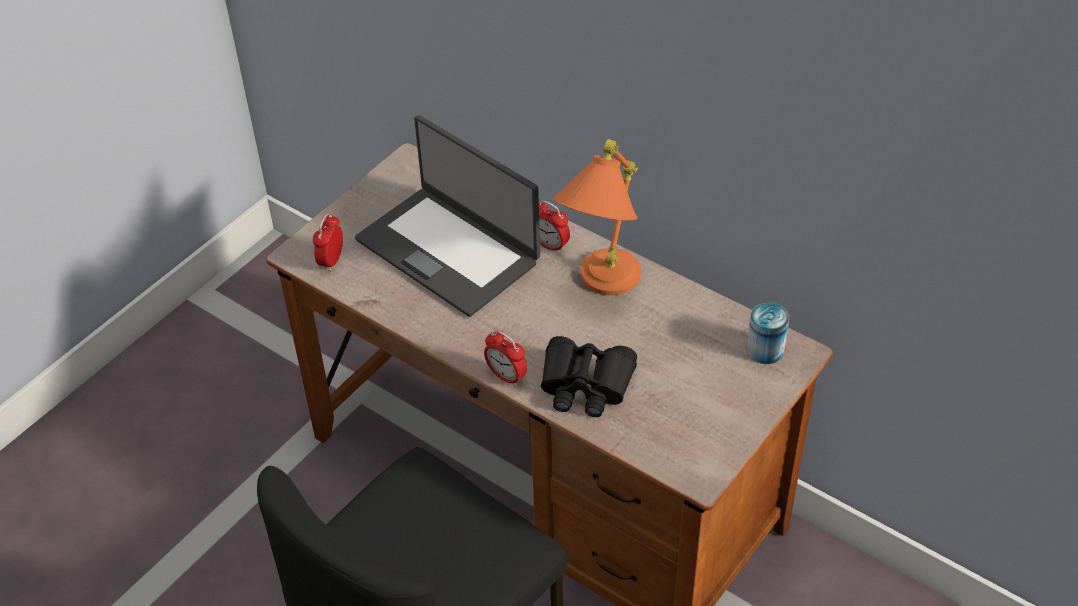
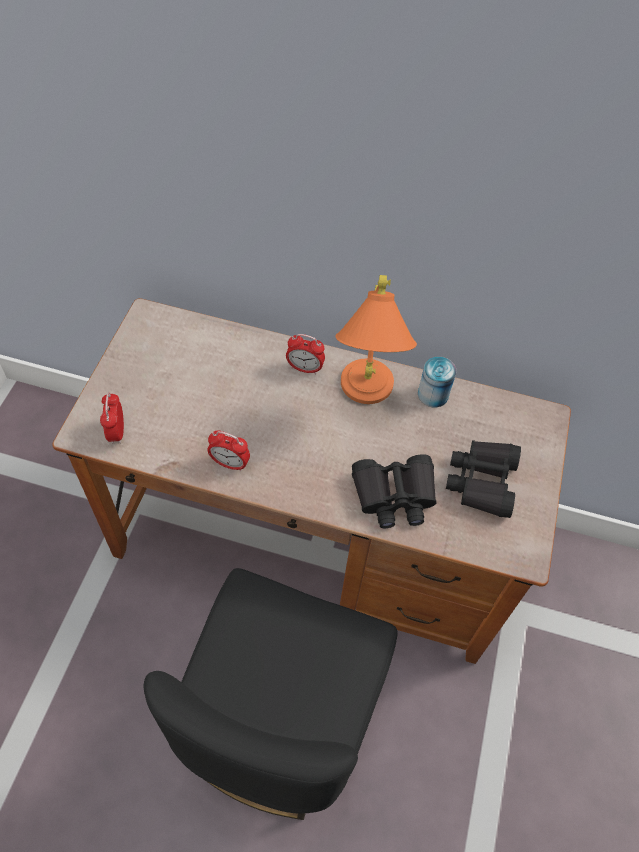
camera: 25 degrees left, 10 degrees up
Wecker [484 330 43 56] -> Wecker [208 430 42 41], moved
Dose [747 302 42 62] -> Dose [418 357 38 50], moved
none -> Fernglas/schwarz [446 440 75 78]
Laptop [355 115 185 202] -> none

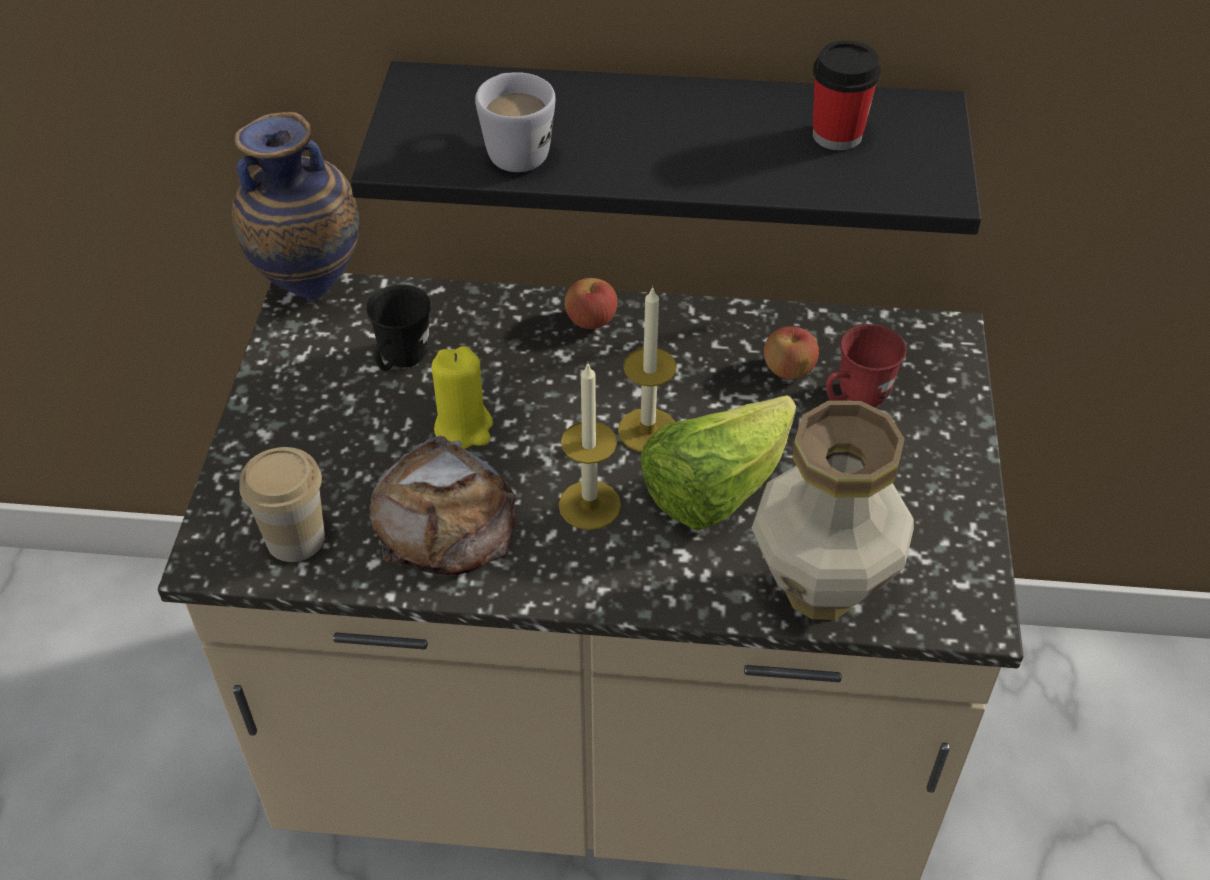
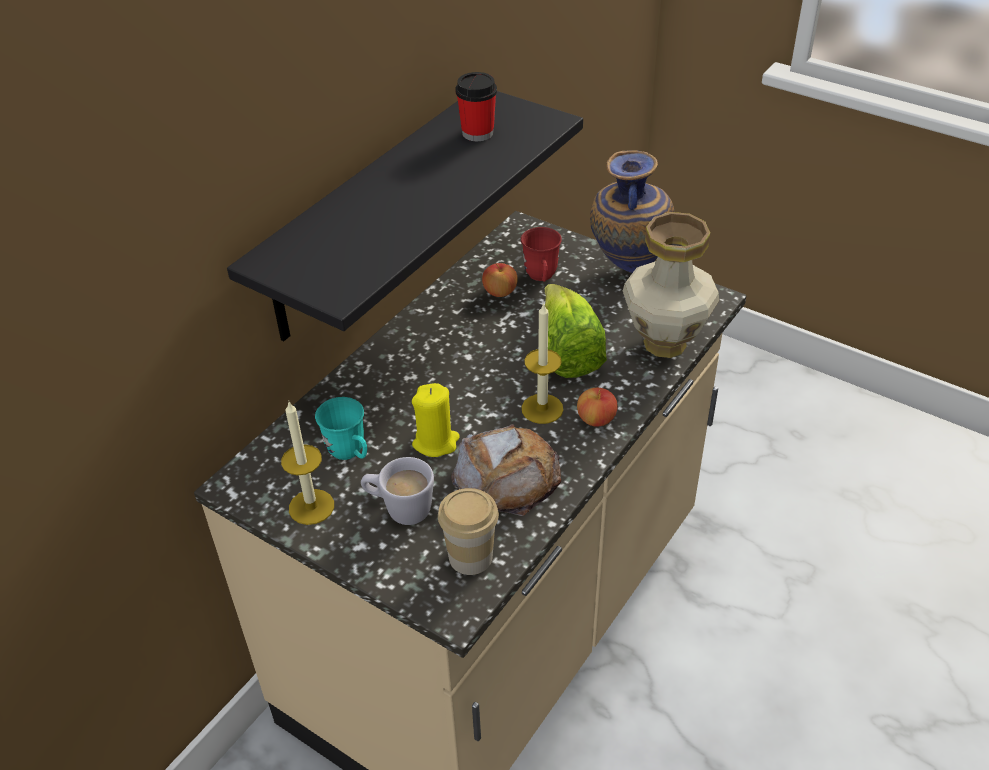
camera: 60 degrees left, 5 degrees down
Kerze [618 286 59 166] -> Kerze [281 400 53 125], moved
Henkelbecher/schwarz [366 285 65 86] -> Henkelbecher/türkis [315 397 52 63]
Henkelbecher/weiß [475 72 81 100] -> Henkelbecher/weiß [361 457 73 68], moved
Apfel [565 278 52 51] -> Apfel [577 388 41 39], moved
Vase [232 112 127 189] -> Vase [590 151 84 122], moved

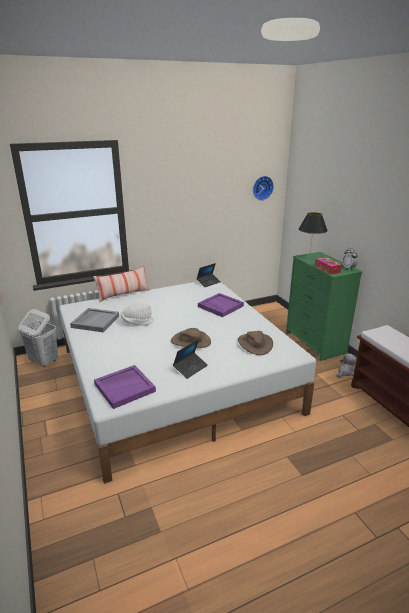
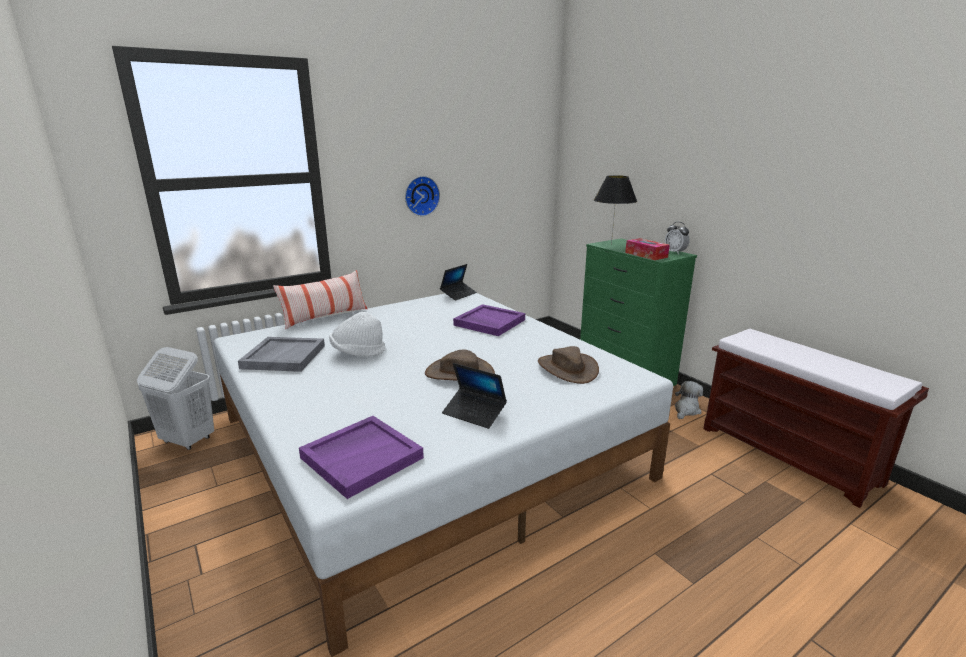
camera: 10 degrees left, 5 degrees down
Wanduhr [253 176 21 25] -> Wanduhr [405 176 35 40], moved
Laptop [173 339 35 40] -> Laptop [442 363 65 66], 90 degrees clockwise

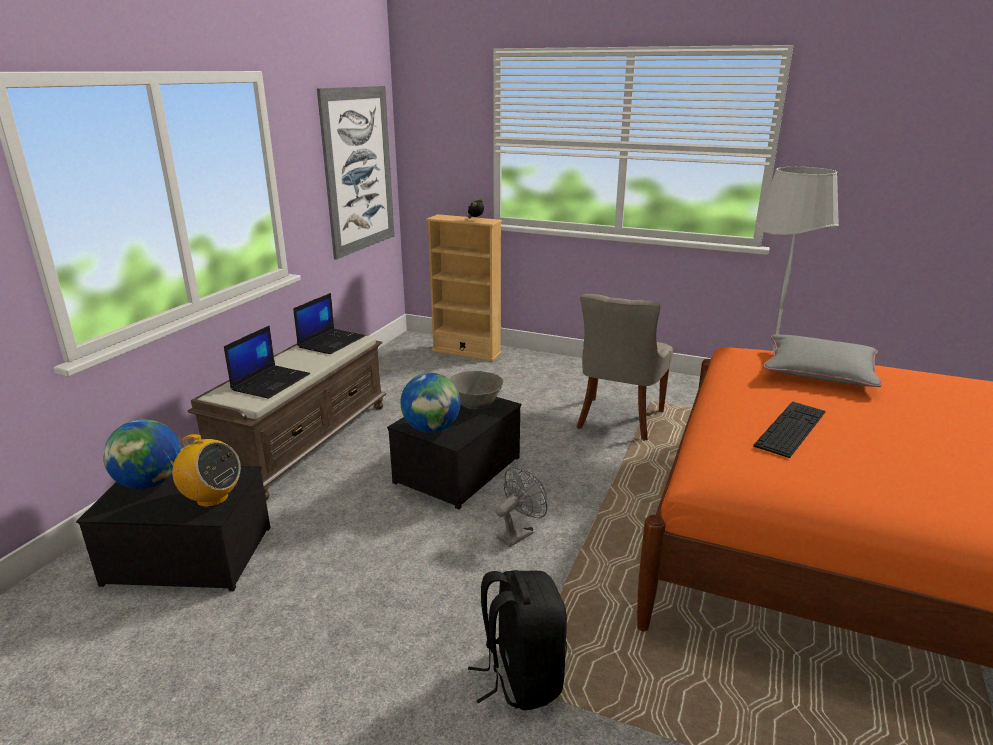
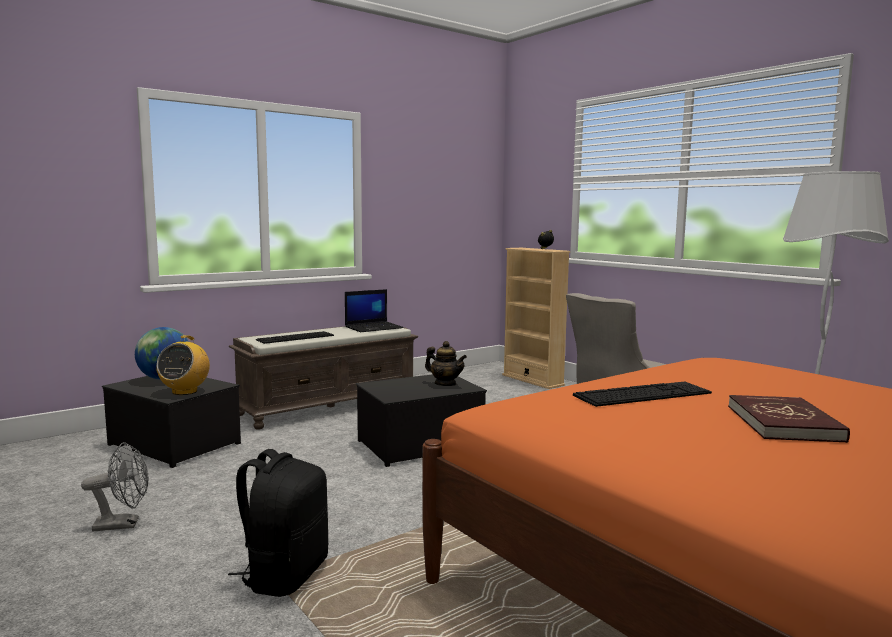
camera: 30 degrees right, 15 degrees down
Ventilator/grau [495 467 52 80] -> Ventilator/grau [81 442 68 89], moved
Radio [163 434 78 73] -> Radio [157 335 53 60], 45 degrees clockwise
Laptop [224 326 86 73] -> Tastatur [256 331 78 13]
Schüssel/grau [450 371 53 38] -> Teekanne [425 341 42 45]
none -> Buch/rot [728 395 122 48]
Bild [317 86 78 174] -> none
Globus [400 373 60 60] -> none
Kissen/grau [763 334 119 53] -> none

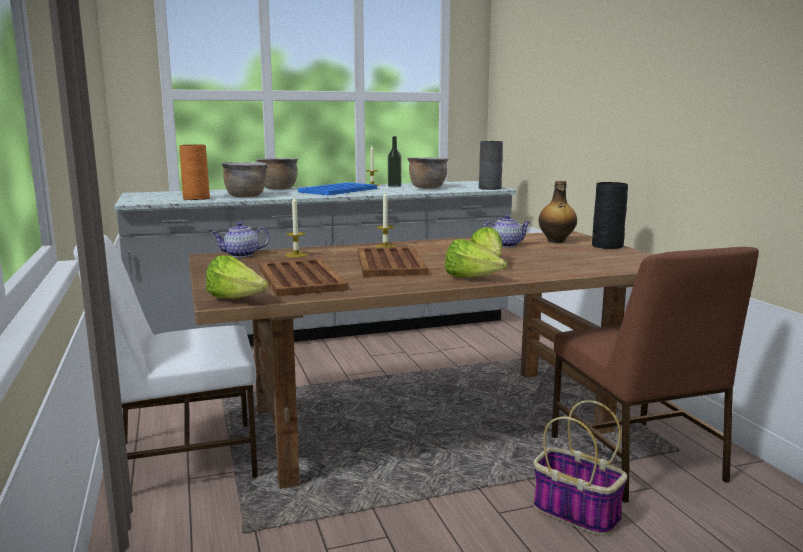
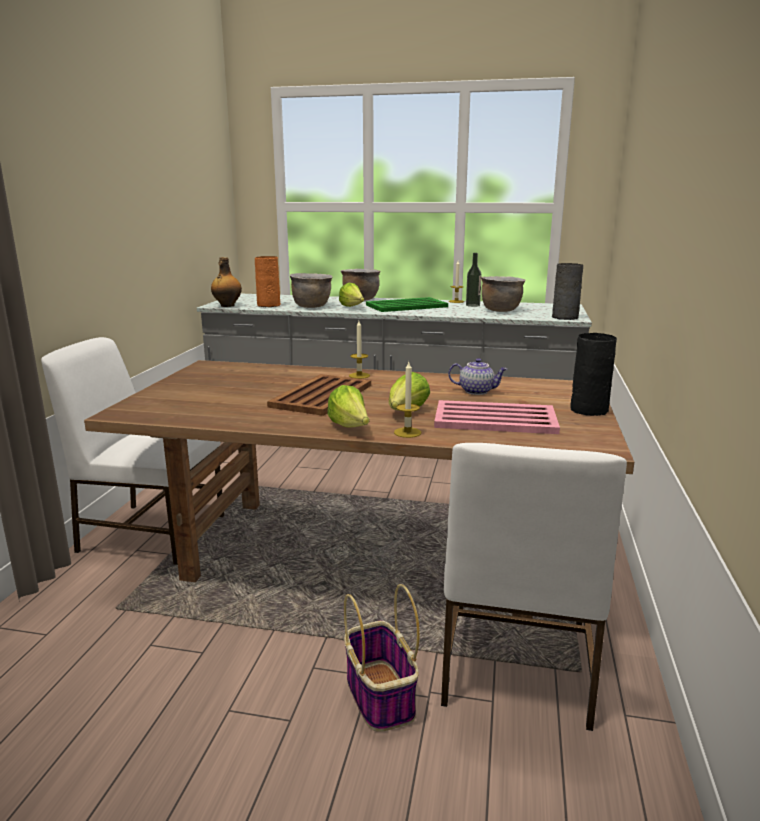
camera: 30 degrees right, 5 degrees up
Flasche [539 181 38 62] -> Flasche [211 257 31 50], moved
Salatkopf [206 255 62 44] -> Salatkopf [339 283 25 24], moved
Tablett/blau [298 182 79 14] -> Tablett/grün [366 297 82 15]
Kerze [285 197 23 61] -> Kerze [394 362 27 76], moved
none -> Tablett/rosa [434 400 126 34]
Stuhl/braun [551 247 208 256] -> Stuhl/weiß [441 443 186 288]
Teekanne [211 222 58 36] -> none
Tablett/braun [259 258 89 38] -> none

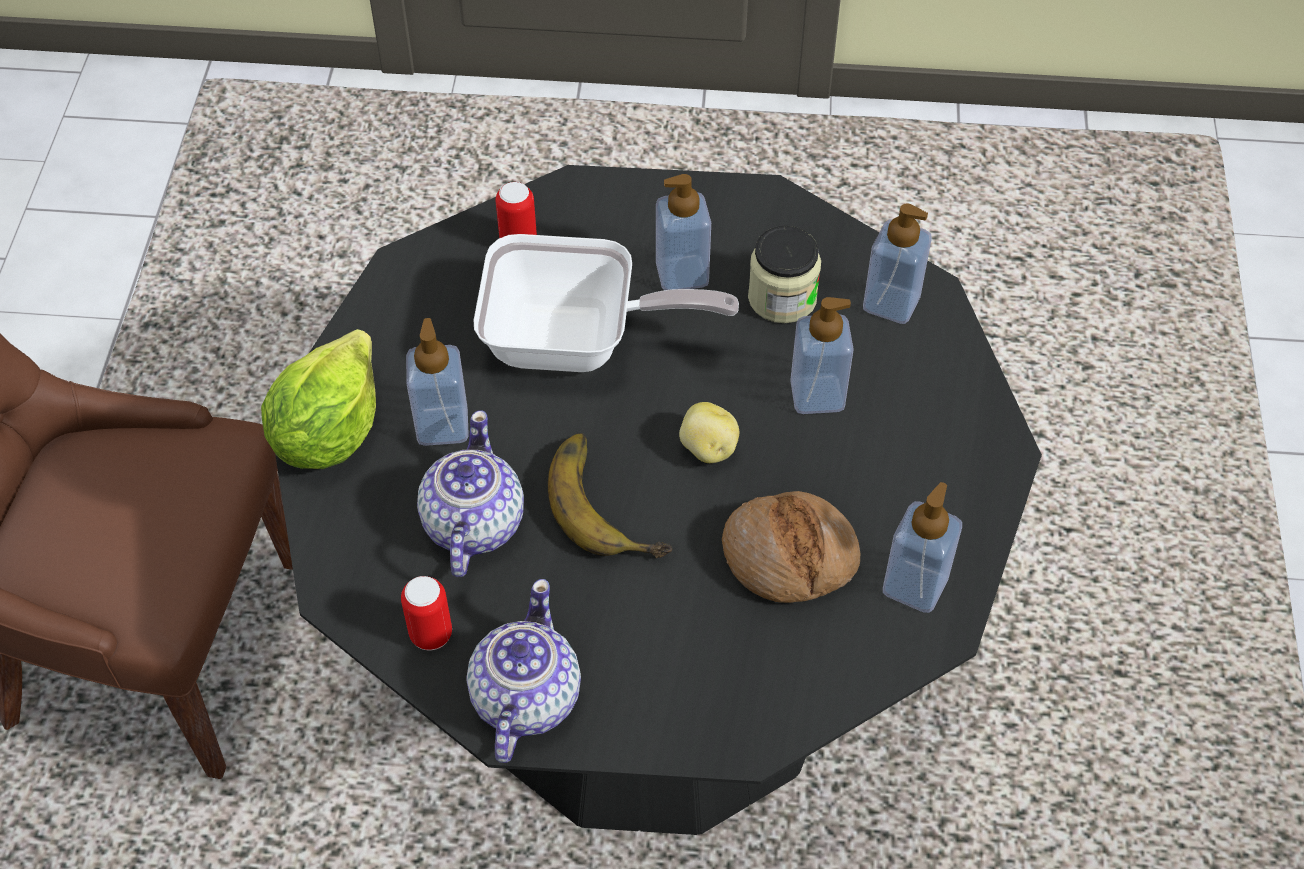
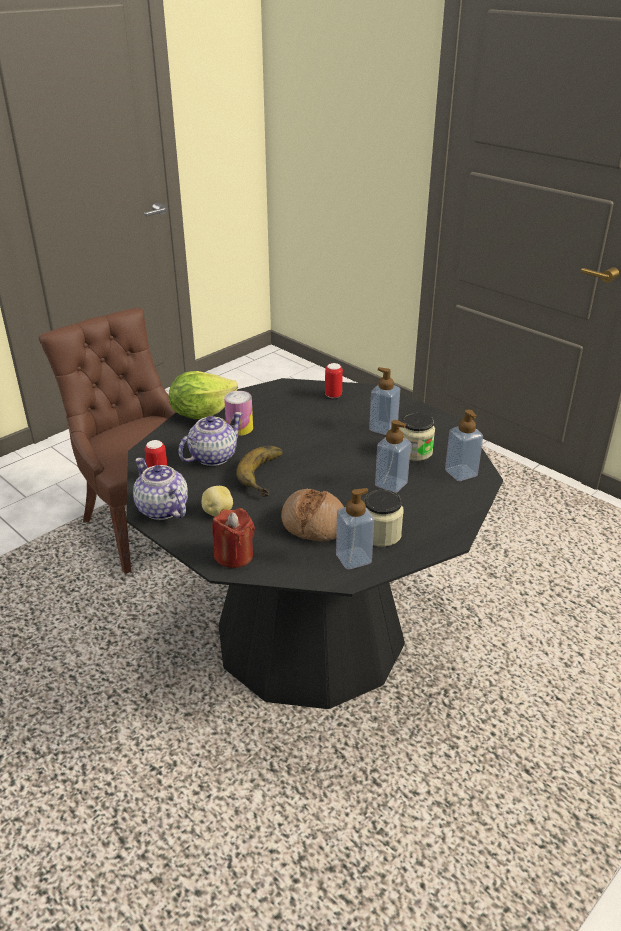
camera: 40 degrees right, 20 degrees down
Teekanne [466 579 115 184] -> Teekanne [133 458 55 62], 90 degrees counterclockwise
Kartoffel [679 402 60 61] -> Kartoffel [202 486 31 31], moved
none -> Kerze/rot [212 508 43 60]
Seifenspender [406 318 63 128] -> Dose [224 391 29 45]
none -> Vorratsglas [364 490 40 57]
Pfanne [474 234 265 138] -> none

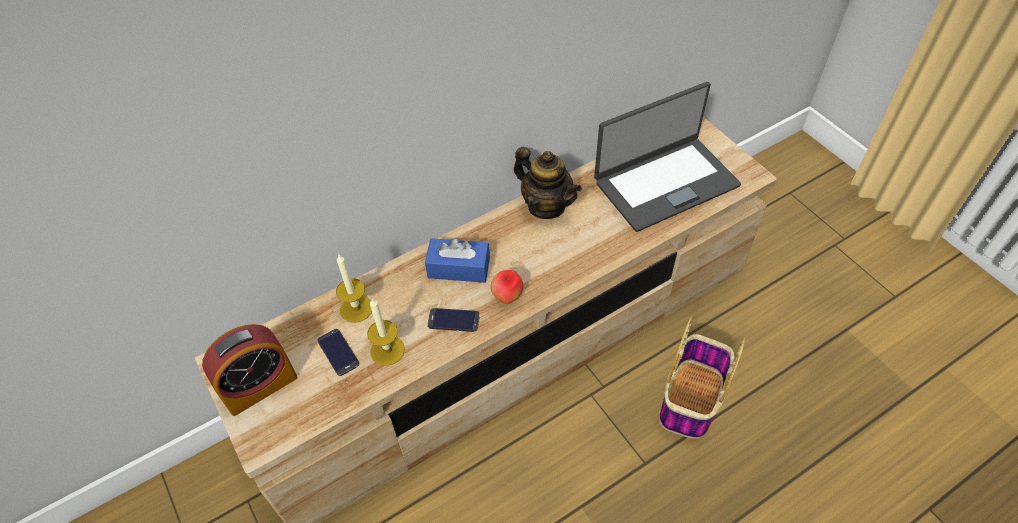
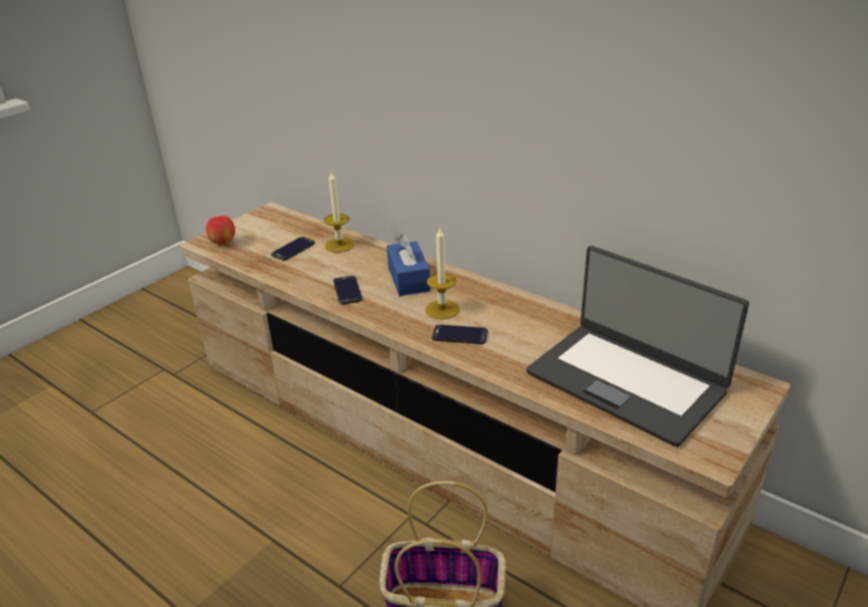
camera: 70 degrees right, 20 degrees down
Apfel [490 270 33 34] -> Apfel [206 216 29 29], moved
Kerze [367 298 38 68] -> Kerze [425 228 35 91], moved
none -> Handy [432 325 56 19]
Wecker [202 324 96 92] -> none
Teekanne [514 147 68 72] -> none

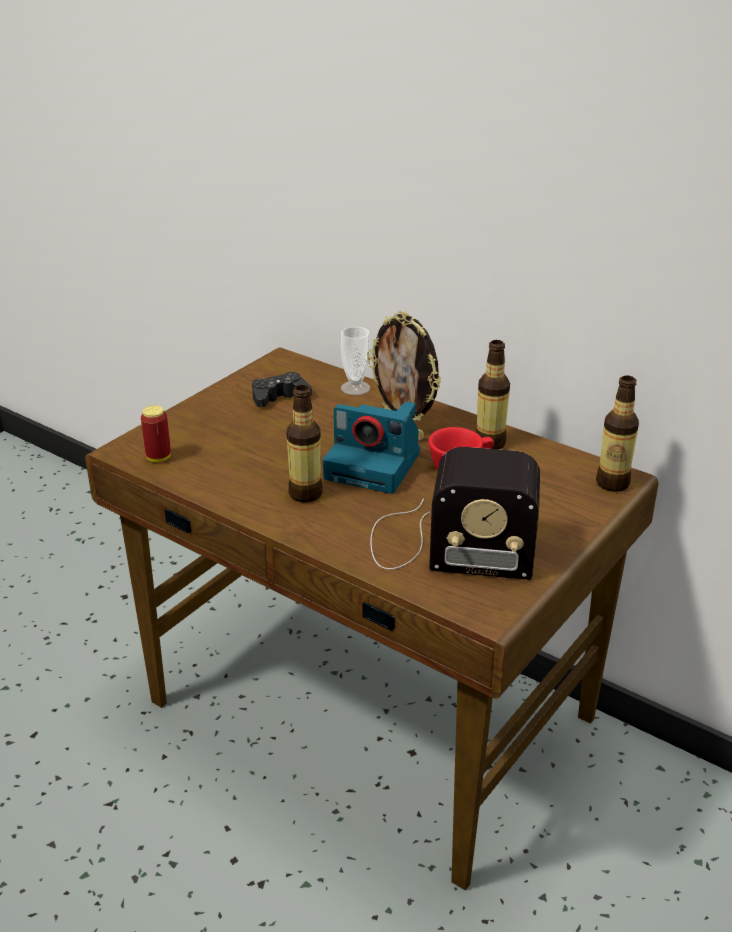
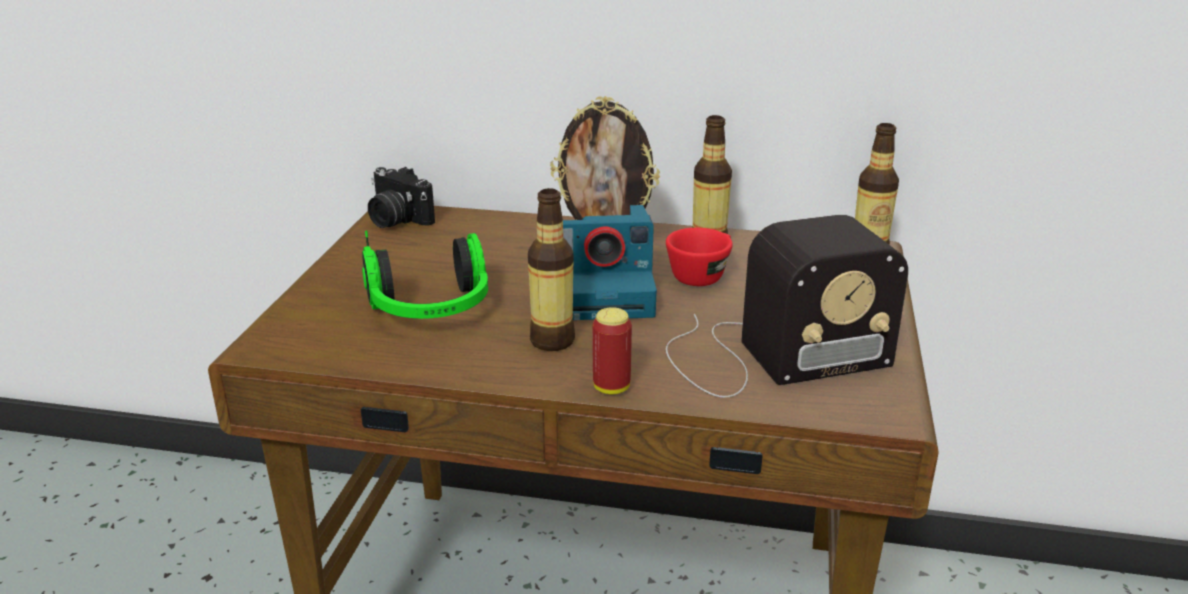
camera: 25 degrees left, 5 degrees down
none -> Kopfhörer [362 230 126 89]
none -> Kamera [368 167 67 61]
Dose [141 405 30 57] -> Dose [593 307 39 87], moved
Gamepad/schwarz [252 372 60 35] -> none
Tasse [341 326 29 69] -> none

